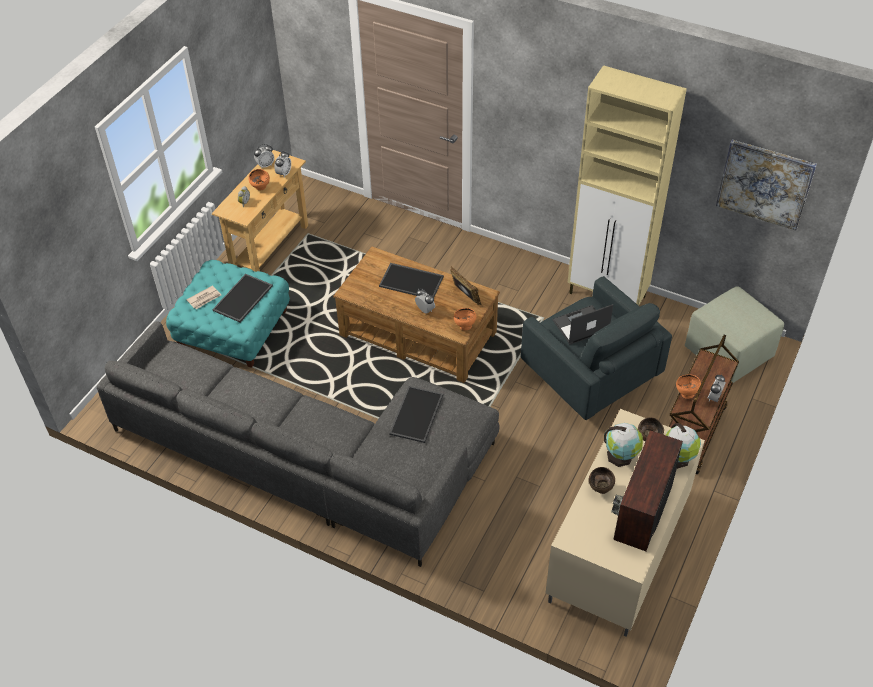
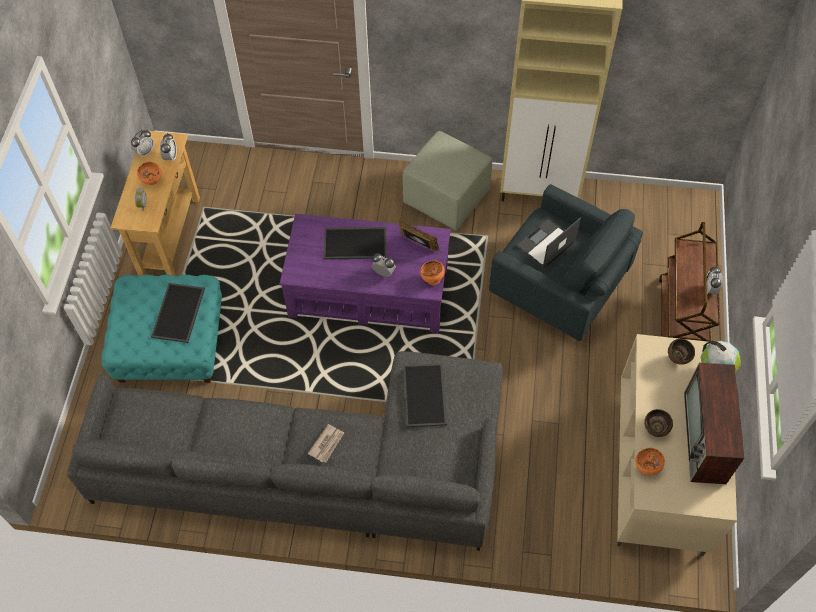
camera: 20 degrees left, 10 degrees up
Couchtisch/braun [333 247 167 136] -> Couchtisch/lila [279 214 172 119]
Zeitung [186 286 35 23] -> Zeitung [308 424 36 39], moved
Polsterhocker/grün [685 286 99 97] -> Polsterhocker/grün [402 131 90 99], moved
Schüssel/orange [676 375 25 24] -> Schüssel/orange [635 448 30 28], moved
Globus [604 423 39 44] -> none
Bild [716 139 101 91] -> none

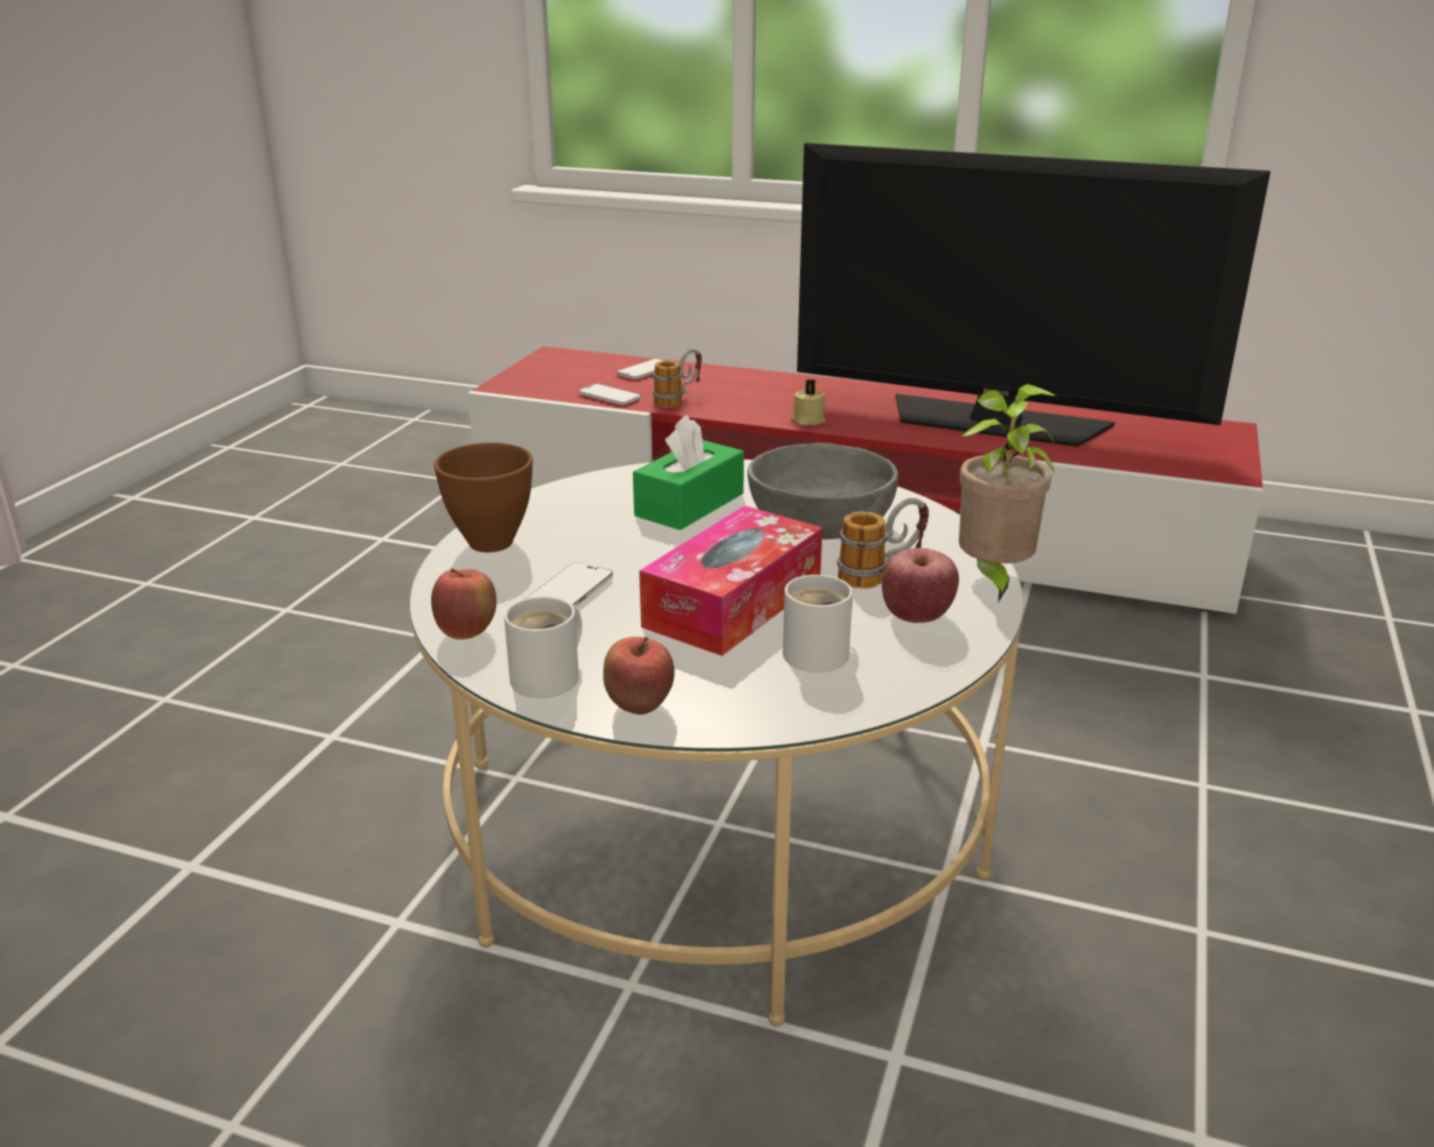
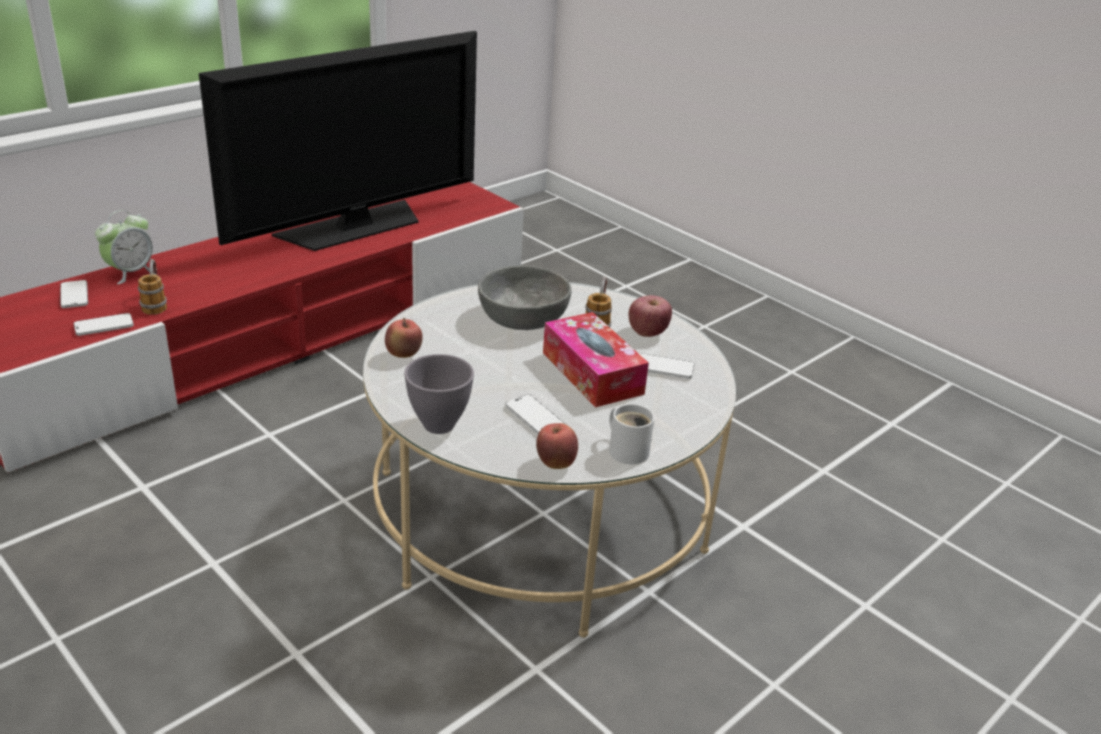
camera: 65 degrees left, 5 degrees up
none -> Wecker [95 210 58 74]
Apfel [603 637 71 78] -> Apfel [385 318 38 40], moved
Schüssel/braun [434 443 99 109] -> Schüssel/grau [404 354 70 80]
Henkelbecher/weiß [783 575 70 97] -> Handy [638 353 57 26]
Taschentuchbox/grün [633 415 111 115] -> none
Kerze/beige [790 379 35 46] -> none
Topfpflanze [959 384 97 218] -> none

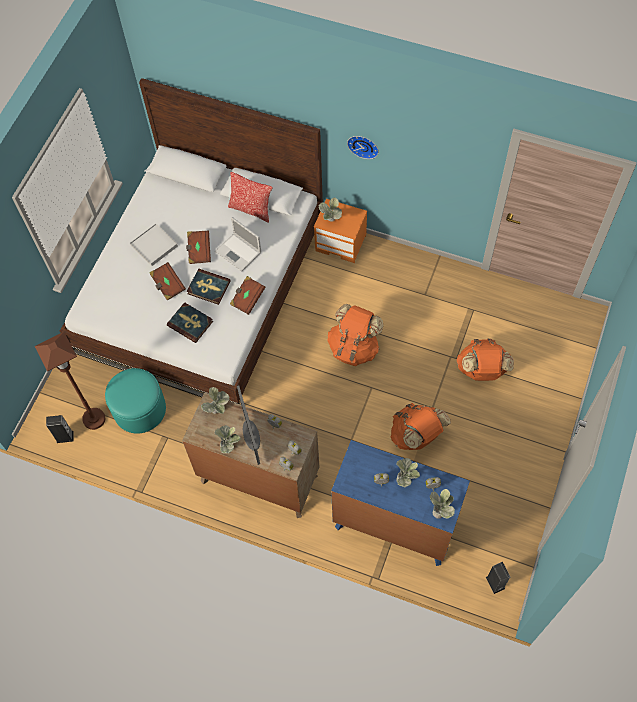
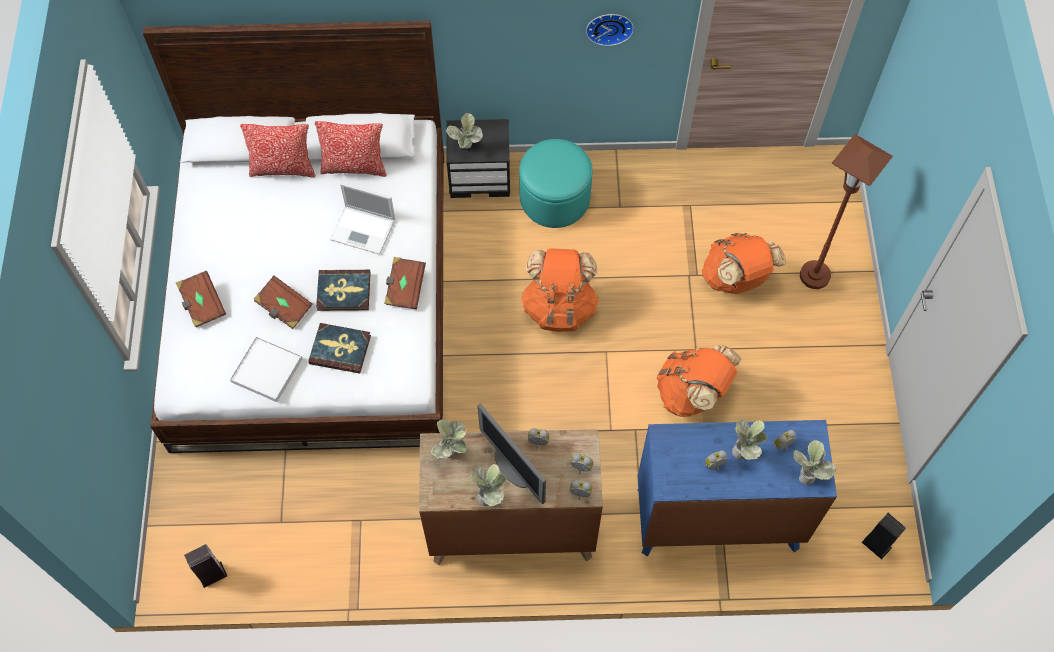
camera: 25 degrees left, 0 degrees up
Buch/braun [186 230 25 34] -> Buch/braun [176 271 50 56], moved
Tablett/weiß [130 224 48 42] -> Tablett/weiß [230 336 72 66], moved
none -> Kissen [240 124 75 54]
Nachttisch/orange [314 199 53 64] -> Nachttisch/schwarz [446 119 64 79]
Polsterhocker/türkis [105 368 61 66] -> Polsterhocker/türkis [519 139 74 89], moved
Wanduhr [347 136 32 23] -> Wanduhr [586 14 48 32], moved
Stehlampe/braun [35 332 70 98] -> Stehlampe/braun [800 134 93 155], moved

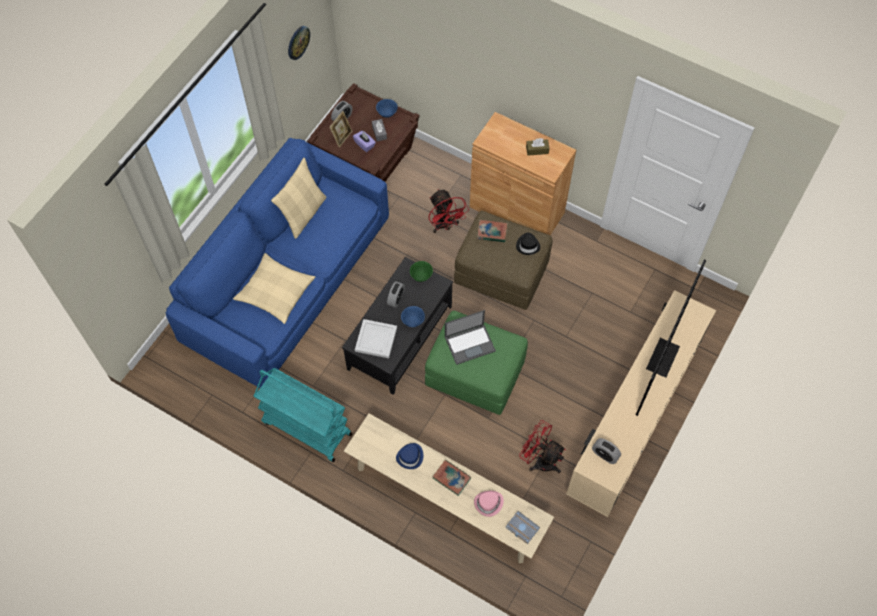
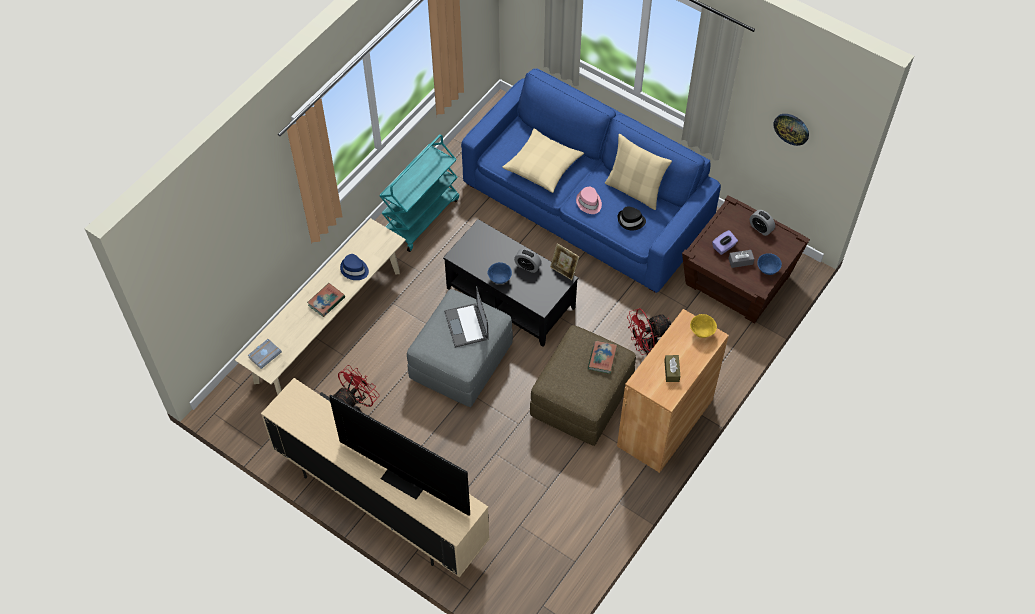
camera: 95 degrees right, 5 degrees down
Polsterhocker/grün [425 311 103 104] -> Polsterhocker/grau [407 289 106 118]
Bilderrahmen [329 111 23 37] -> Bilderrahmen [550 243 29 37], moved
Hut/rosa [474 491 30 26] -> Hut/rosa [576 187 26 27], moved
Hut/schwarz [516 232 24 23] -> Hut/schwarz [617 206 29 25], moved
none -> Schüssel/gelb [690 314 27 24]
Tablett/weiß [355 319 42 39] -> none
Schüssel/grün [410 261 23 21] -> none
Wecker [592 438 29 26] -> none

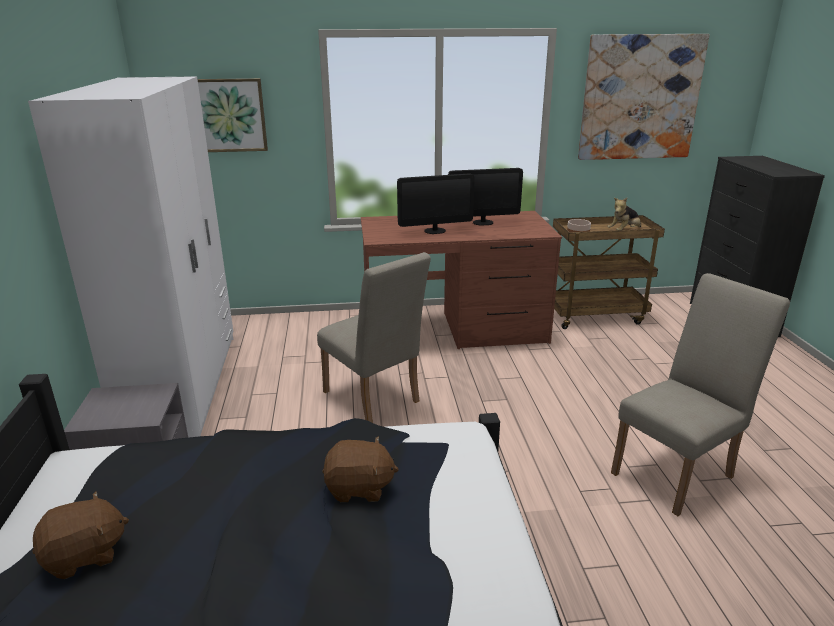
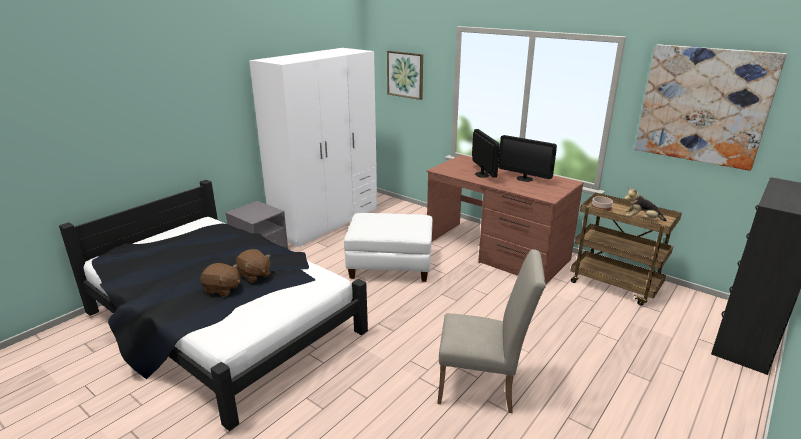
camera: 45 degrees right, 0 degrees up
Plüschtier/braun [32 491 97 88] -> Plüschtier/braun [200 263 40 34], moved
Stuhl/beige [317 252 114 171] -> Polsterhocker/weiß [344 213 89 69]
Monitor [397 173 78 61] -> Monitor [472 129 28 49], 135 degrees counterclockwise

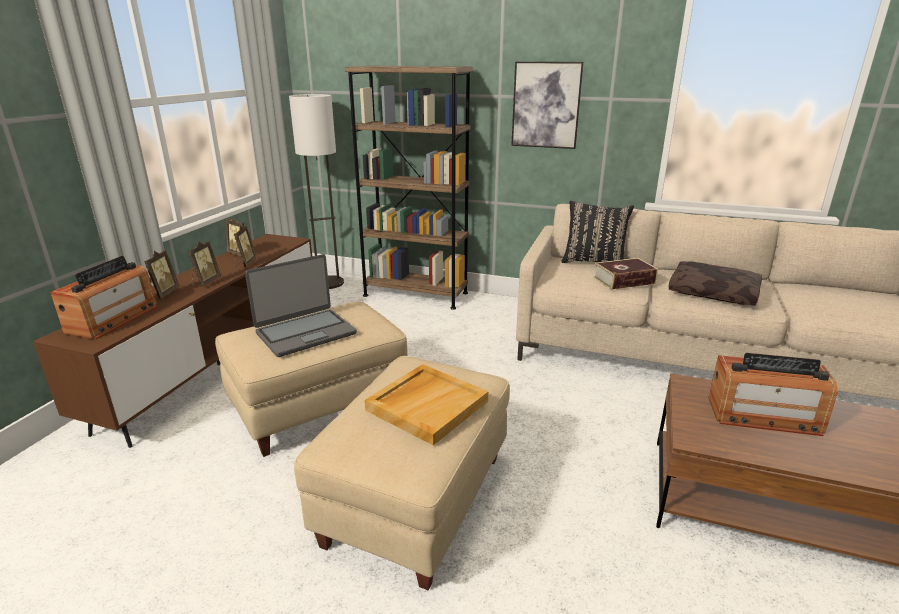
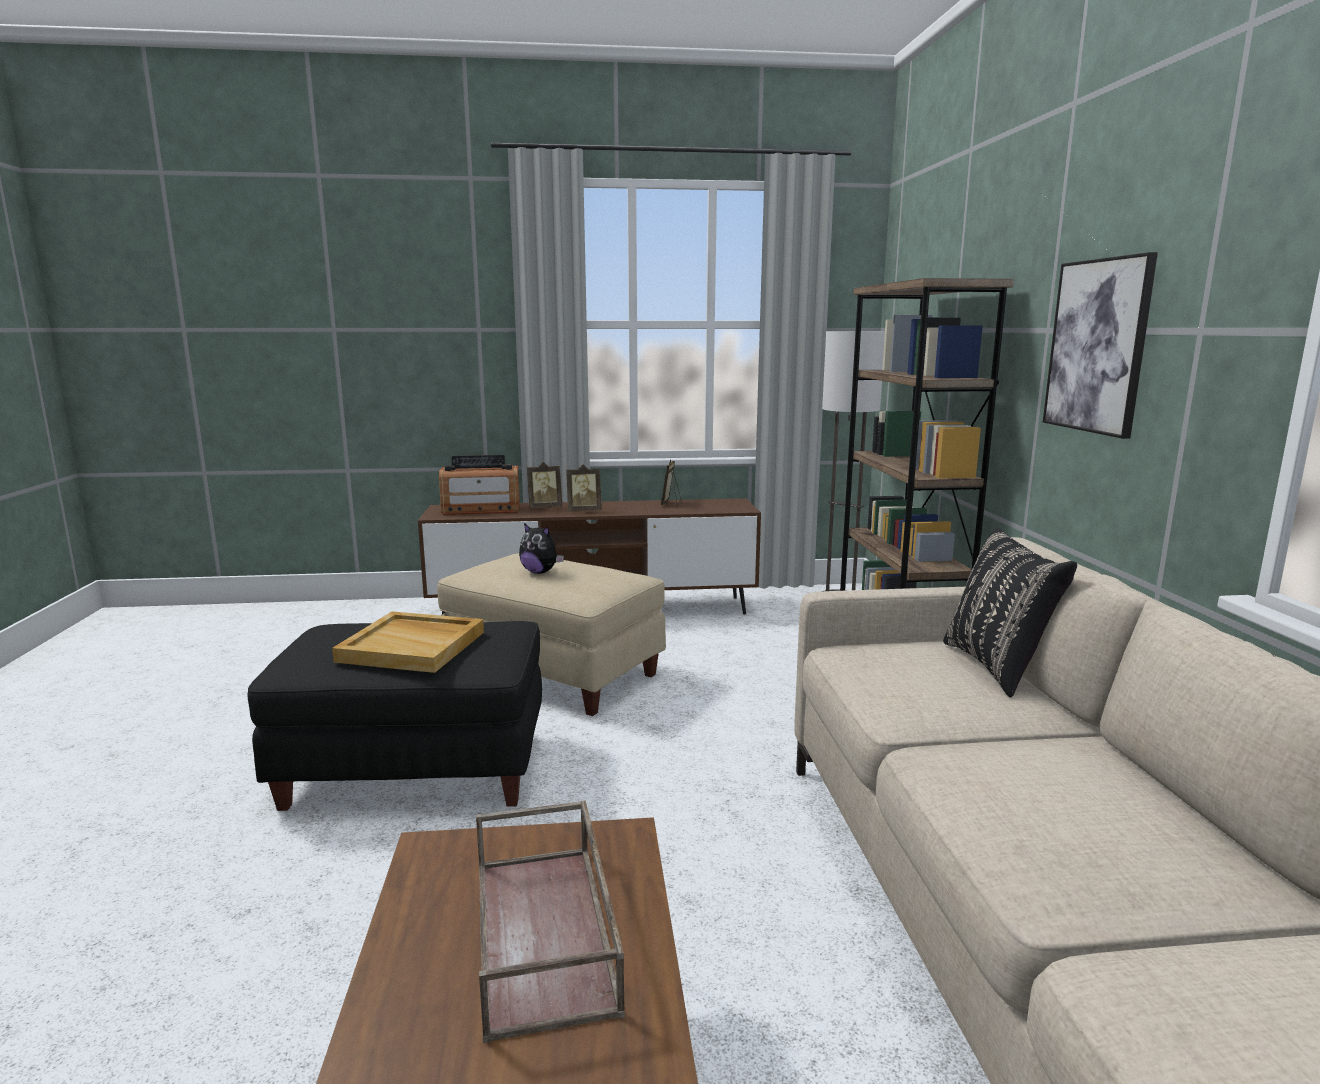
camera: 65 degrees right, 10 degrees down
Polsterhocker/beige [294 356 216 234] -> Polsterhocker/schwarz [247 621 295 190]
Radio [708 353 130 83] -> Tablett/braun [476 800 149 243]
Laptop [245 254 112 103] -> Plüschtier [519 523 45 51]
Bilderrahmen [234 225 23 42] -> none
Buch [594 258 64 32] -> none
Kissen/braun [669 261 93 45] -> none

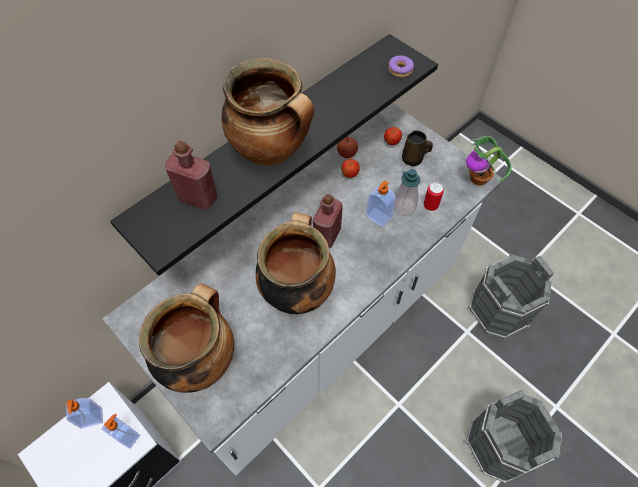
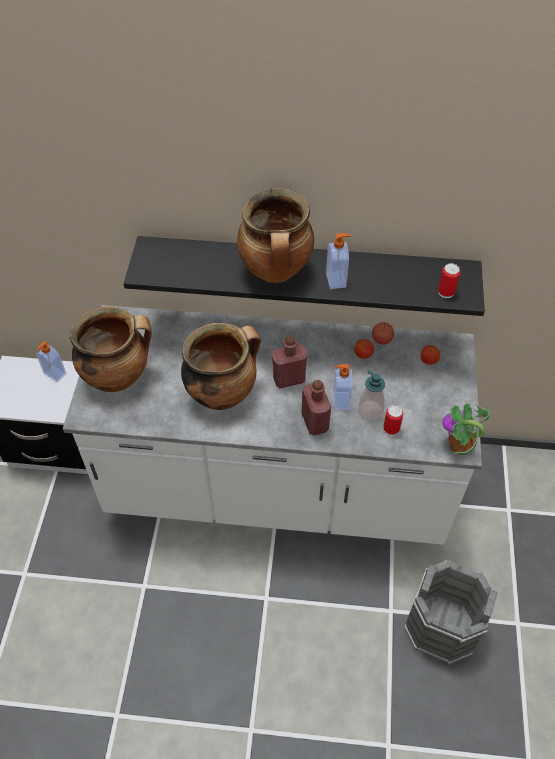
camera: 50 degrees right, 5 degrees down
Flasche/rot [165 140 52 70] -> Flasche/rot [302 380 29 55], moved
Seifenspender [101 414 40 35] -> Seifenspender [326 233 25 56], moved
Donut [388 56 26 22] -> Dose [438 263 22 35]
Henkelbecher/braun [402 130 31 36] -> none
Eimer/grau [466 390 96 93] -> none

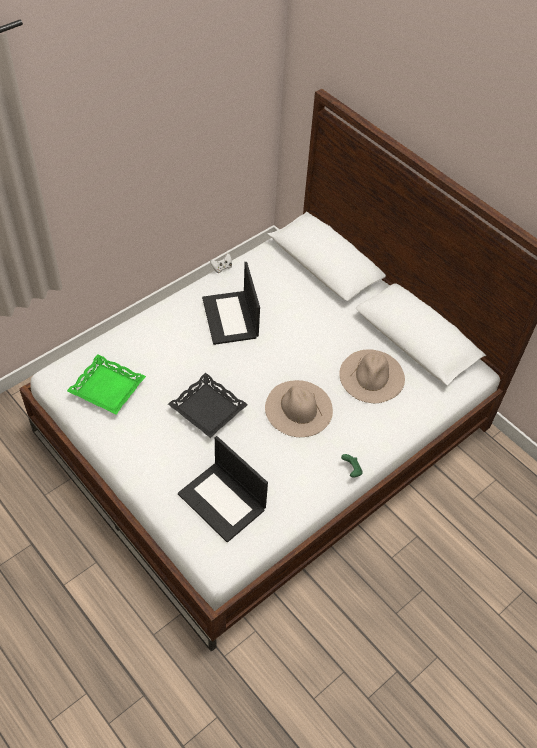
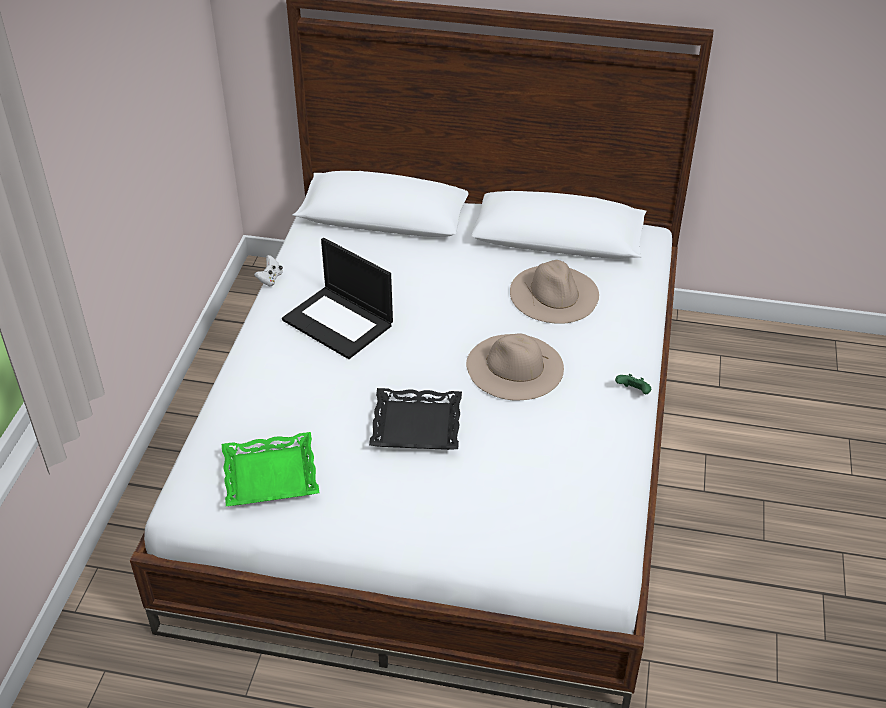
camera: 35 degrees left, 10 degrees down
Laptop [178 436 90 107] -> none

